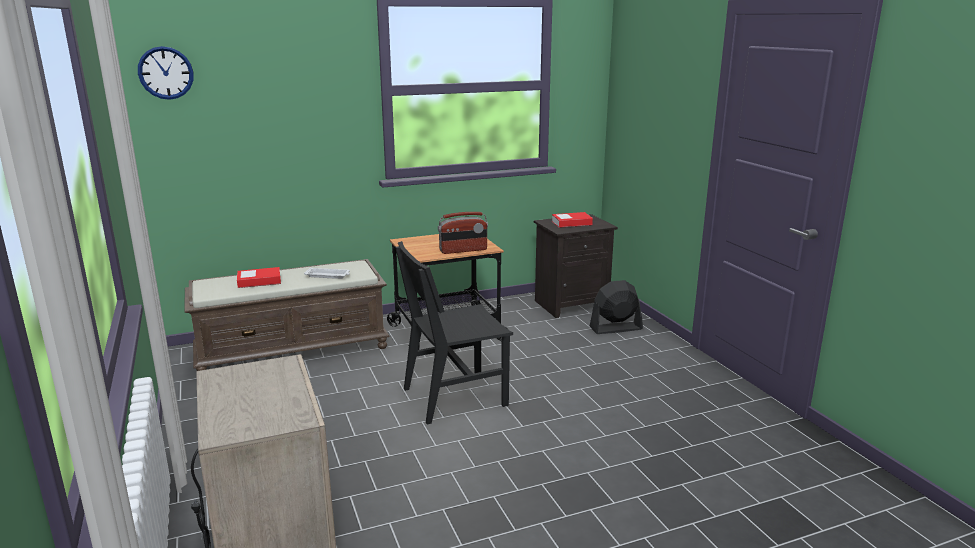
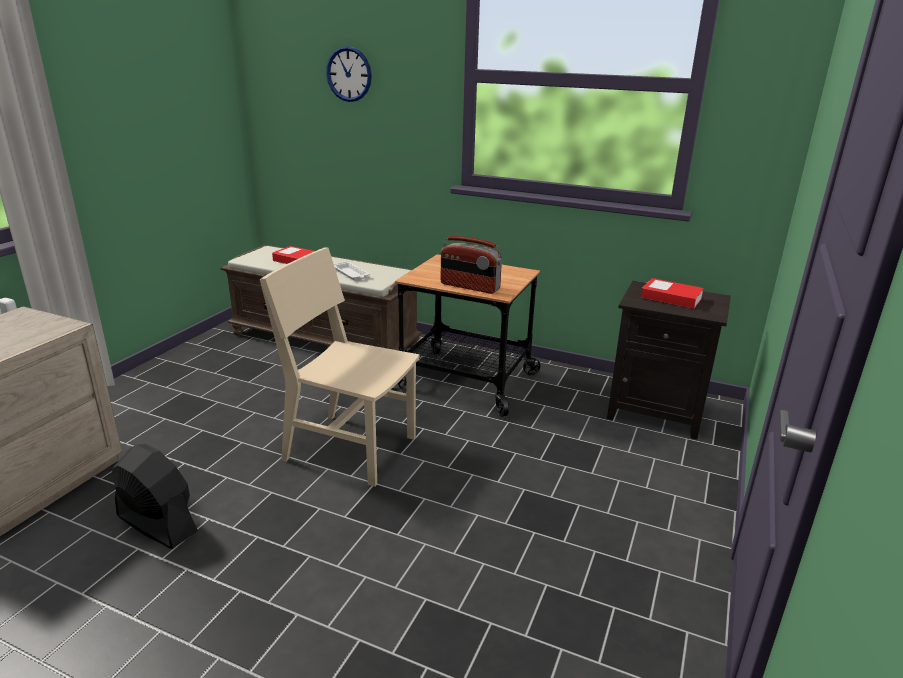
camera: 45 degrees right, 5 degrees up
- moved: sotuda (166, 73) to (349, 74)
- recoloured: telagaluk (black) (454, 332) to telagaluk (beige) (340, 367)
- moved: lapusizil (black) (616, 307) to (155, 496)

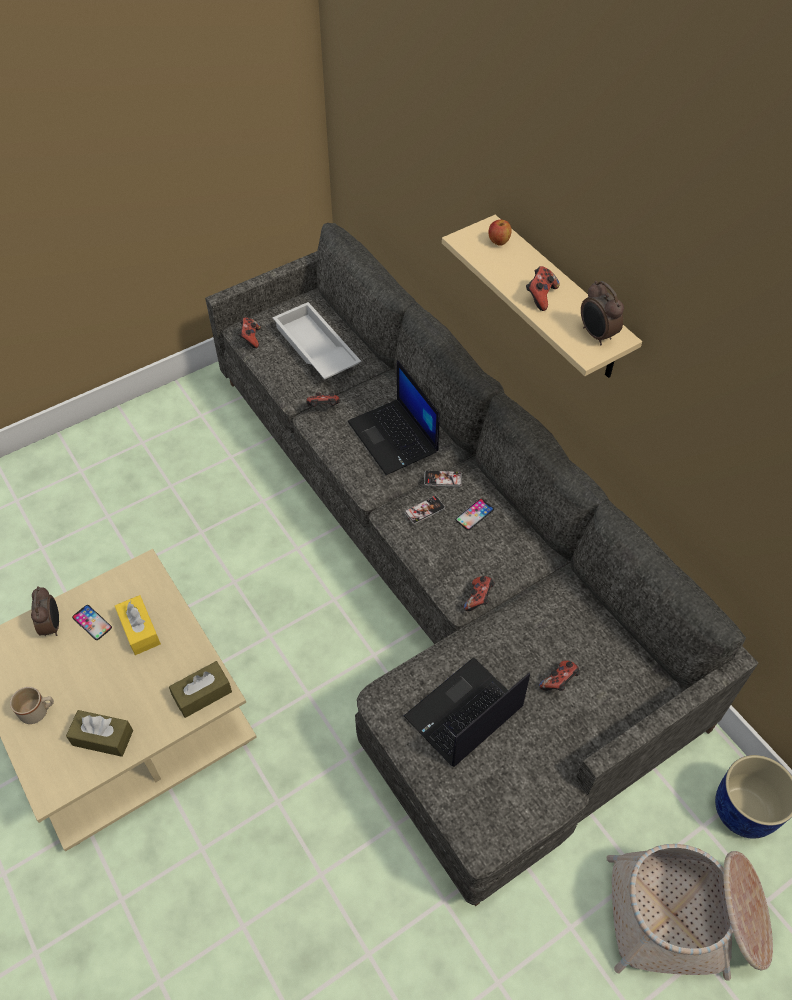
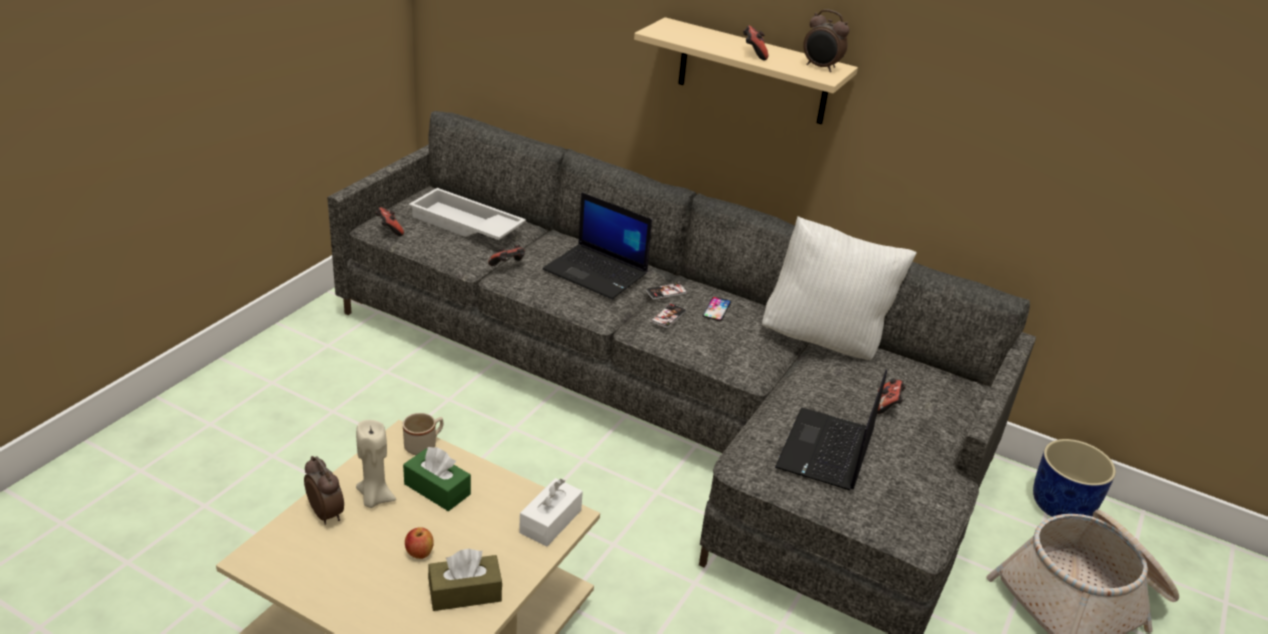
camera: 30 degrees left, 20 degrees down
- moved: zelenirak (500, 233) to (419, 543)
- removed: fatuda (479, 593)
- recoloured: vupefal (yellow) (138, 625) to vupefal (green) (437, 479)
- replaced: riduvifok (92, 622) to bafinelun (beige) (376, 464)
- recoloured: vupefal (brown) (200, 689) to vupefal (white) (551, 512)
- moved: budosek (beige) (32, 705) to (423, 434)
- added: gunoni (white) (839, 288)

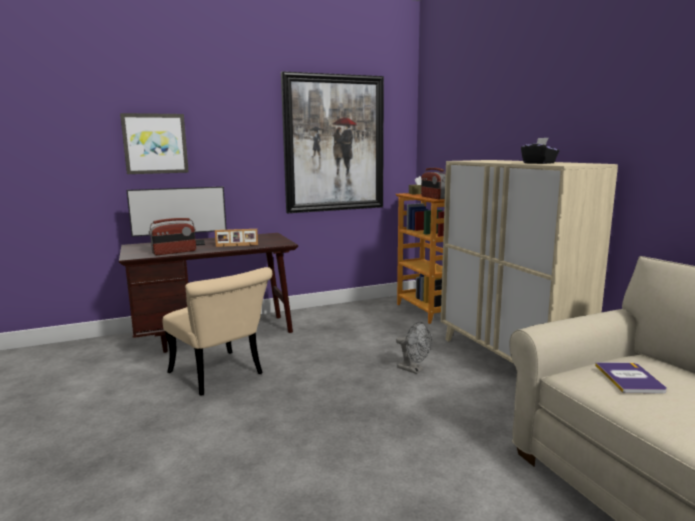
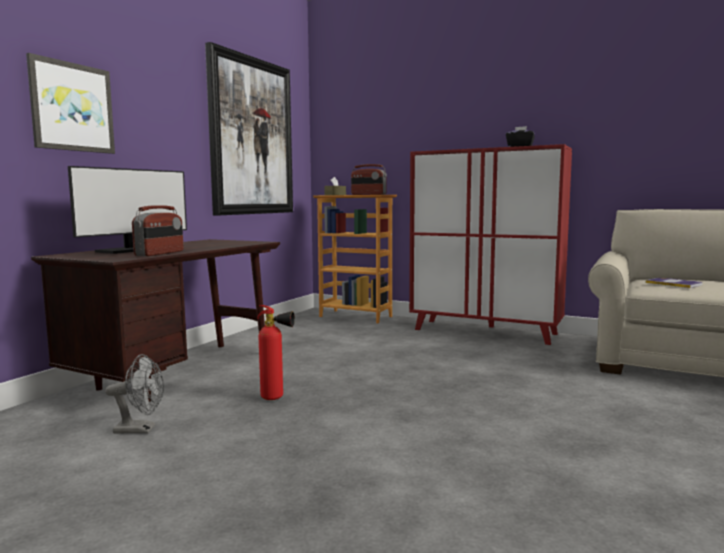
camera: 40 degrees left, 5 degrees down
- recoloured: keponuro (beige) (529, 262) to keponuro (red) (490, 244)
- removed: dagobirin (236, 238)
- replaced: telagaluk (beige) (217, 331) to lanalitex (276, 352)
- moved: lapusizil (grey) (414, 348) to (134, 394)

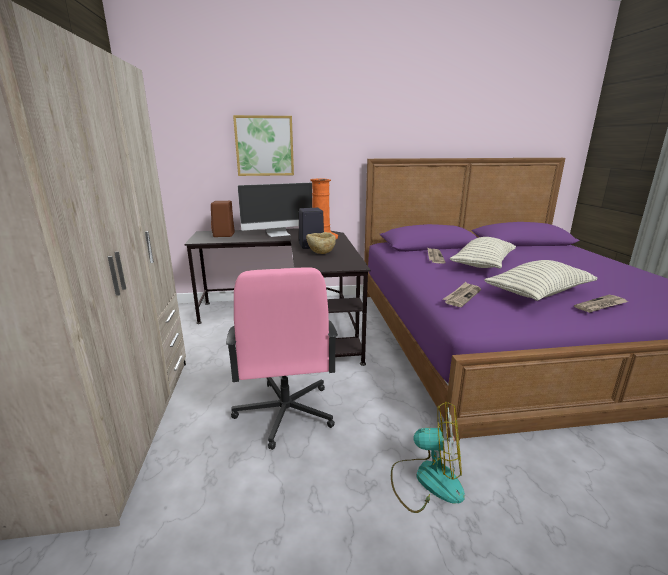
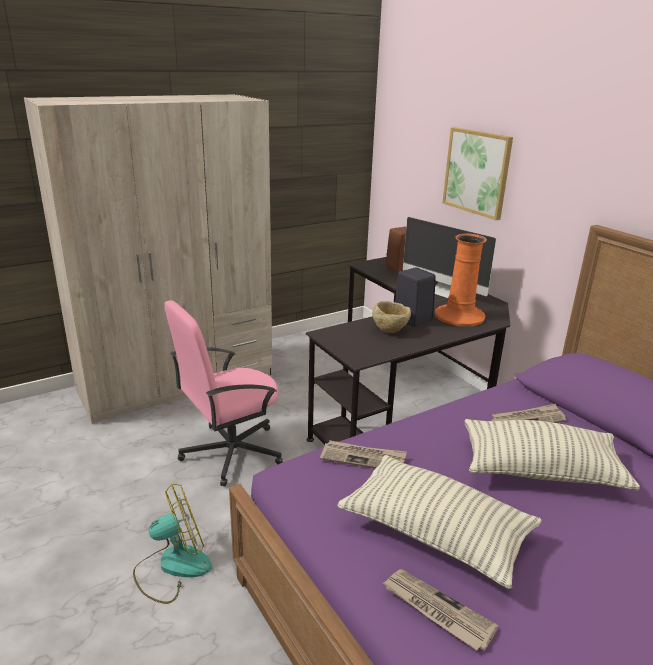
camera: 65 degrees right, 5 degrees up
- turned: lapusizil (428, 457) = (172, 544) 105 degrees counterclockwise

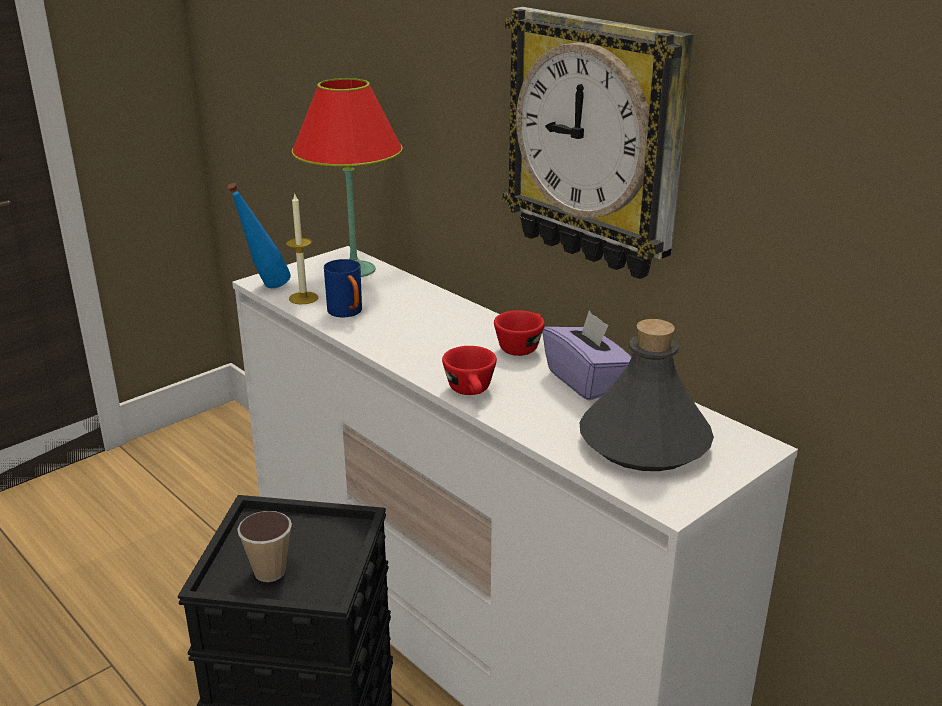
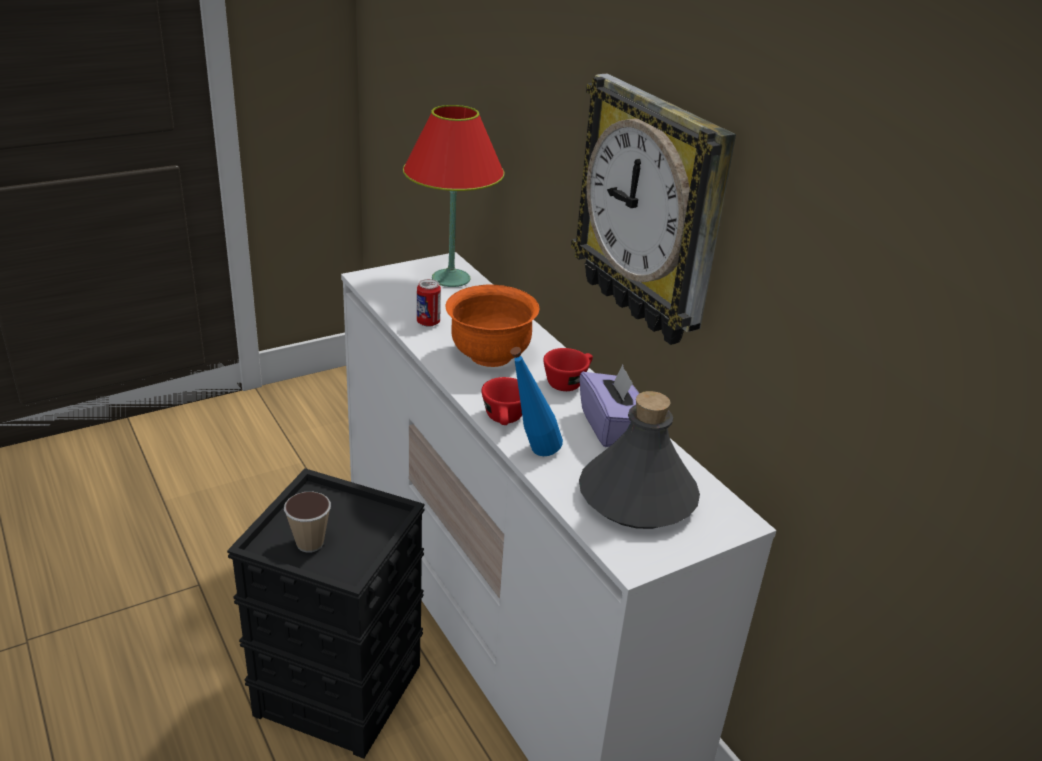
camera: 10 degrees right, 5 degrees up
- moved: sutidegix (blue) (259, 235) to (536, 401)
- removed: bafinelun (302, 249)
- replaced: budosek (blue) (343, 288) to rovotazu (429, 303)
- added: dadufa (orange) (492, 326)

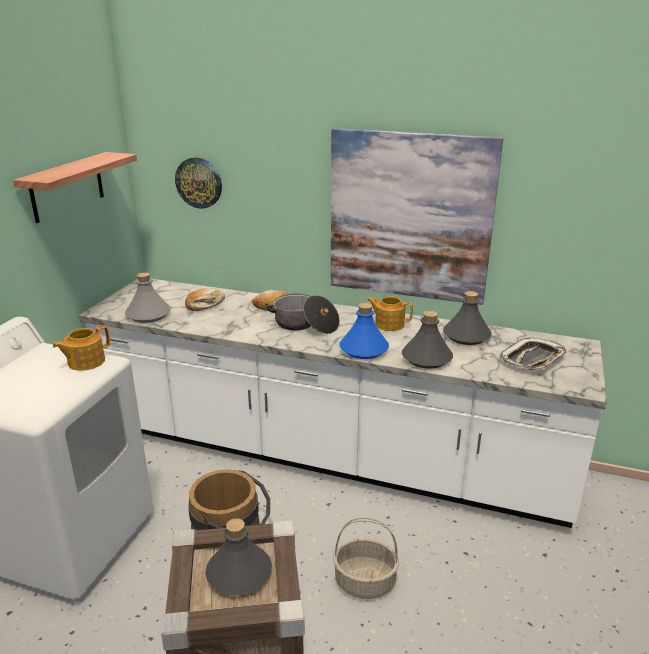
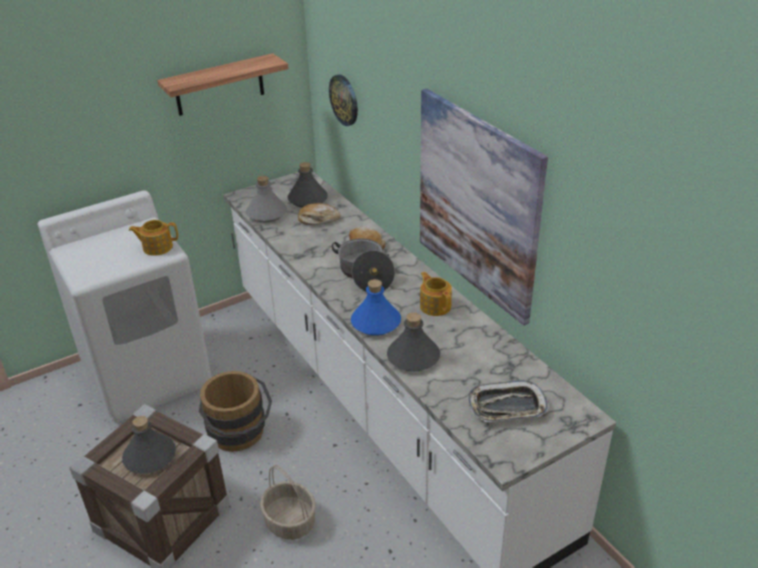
camera: 40 degrees right, 10 degrees up
- moved: sutidegix (grey) (467, 318) to (307, 185)

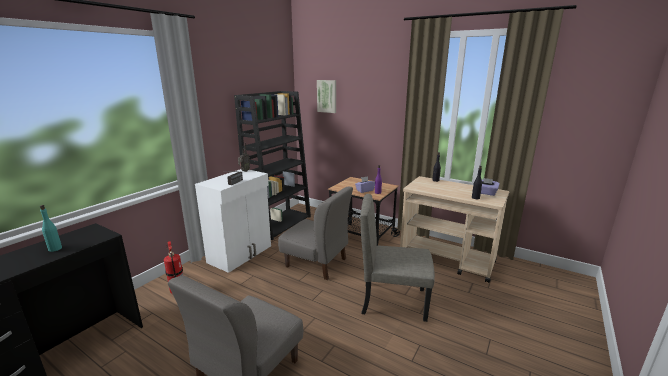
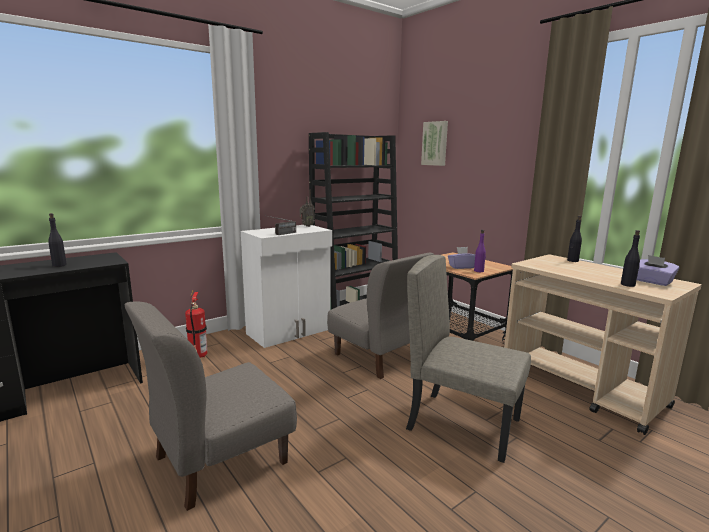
camera: 20 degrees right, 5 degrees down
- recoloured: sutidegix (turquoise) (51, 228) to sutidegix (black) (57, 240)

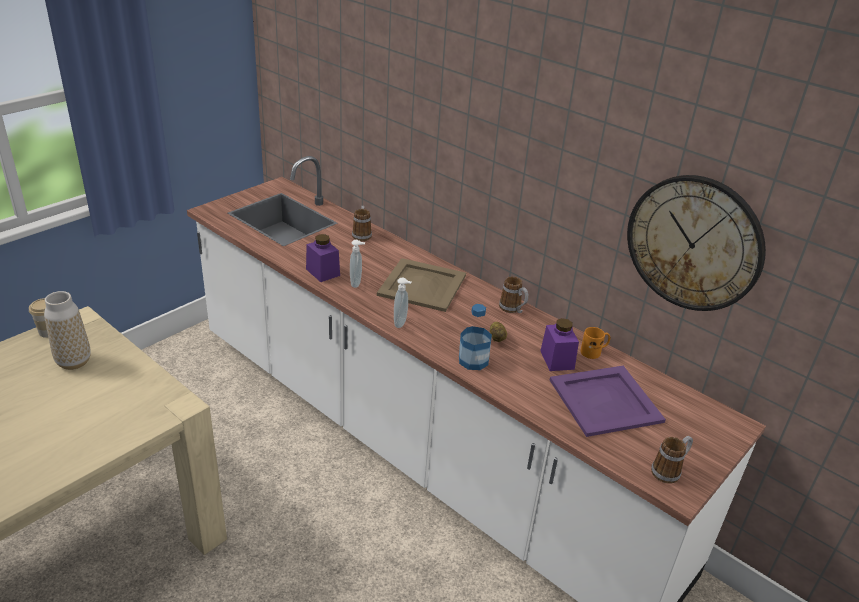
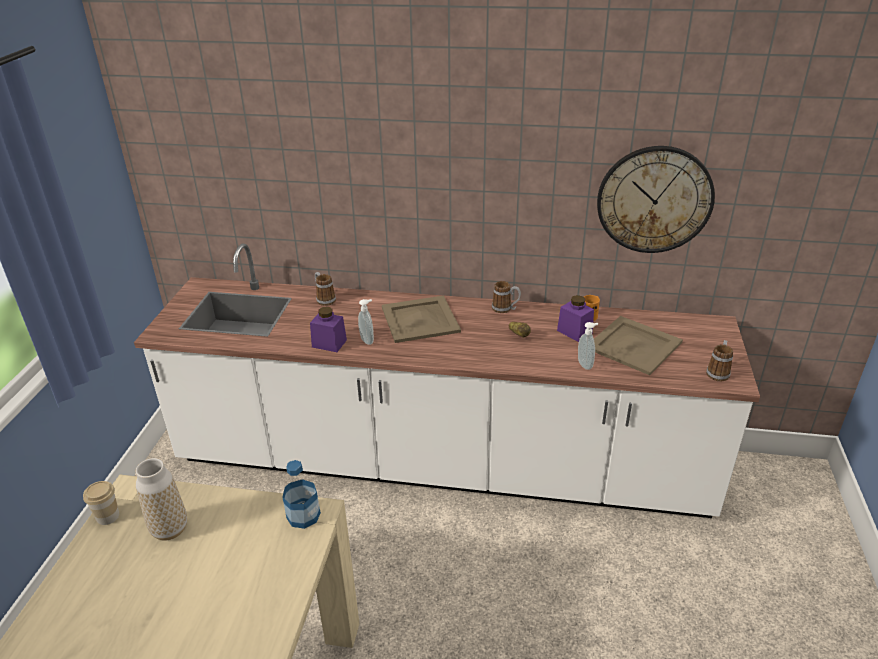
camera: 30 degrees left, 0 degrees up
- moved: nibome (403, 303) to (588, 346)
- moved: sutidegix (475, 337) to (301, 494)
- recoloured: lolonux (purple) (608, 401) to lolonux (beige) (638, 345)

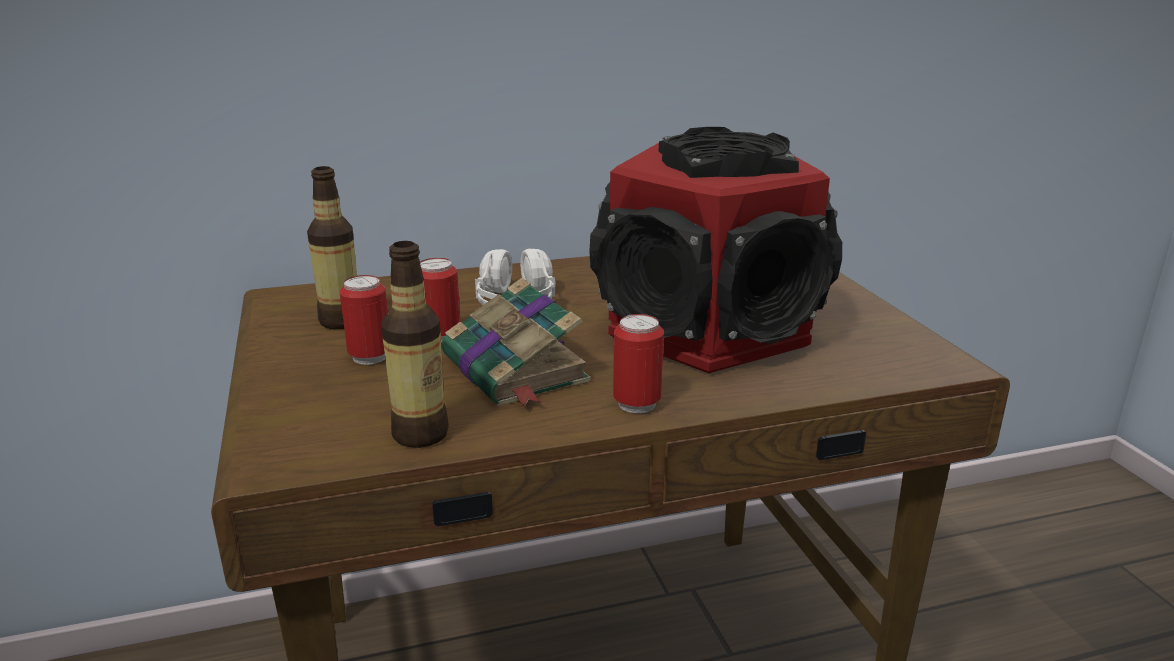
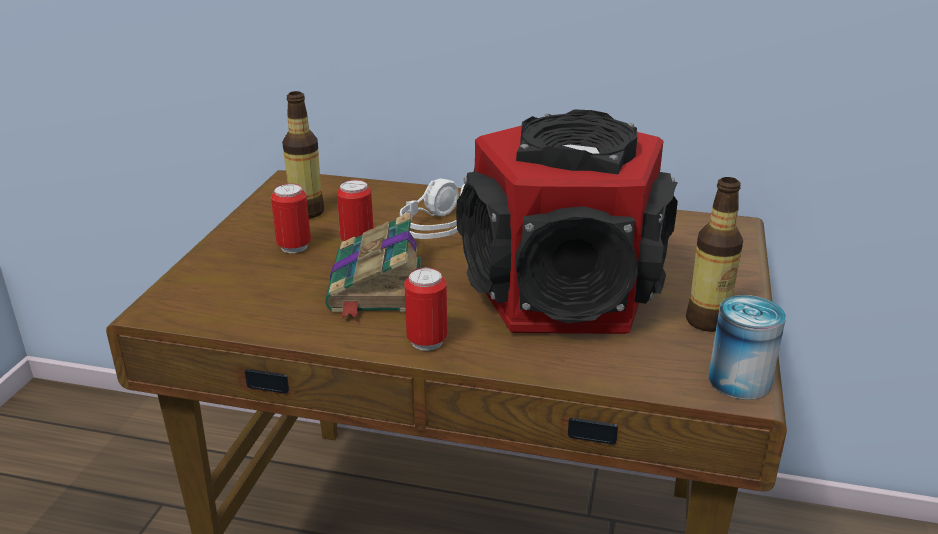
camera: 30 degrees right, 5 degrees up
- moved: sutidegix (415, 344) to (714, 254)
- added: rovotazu (747, 347)

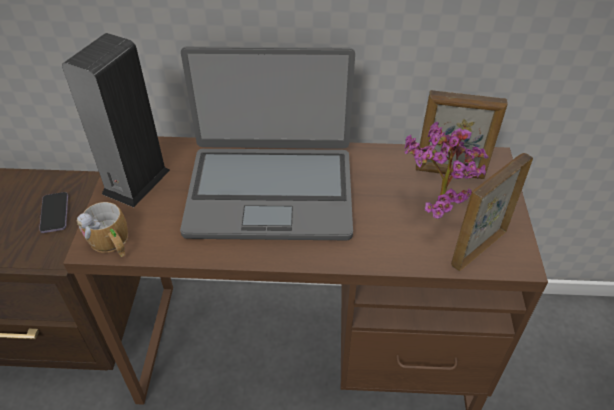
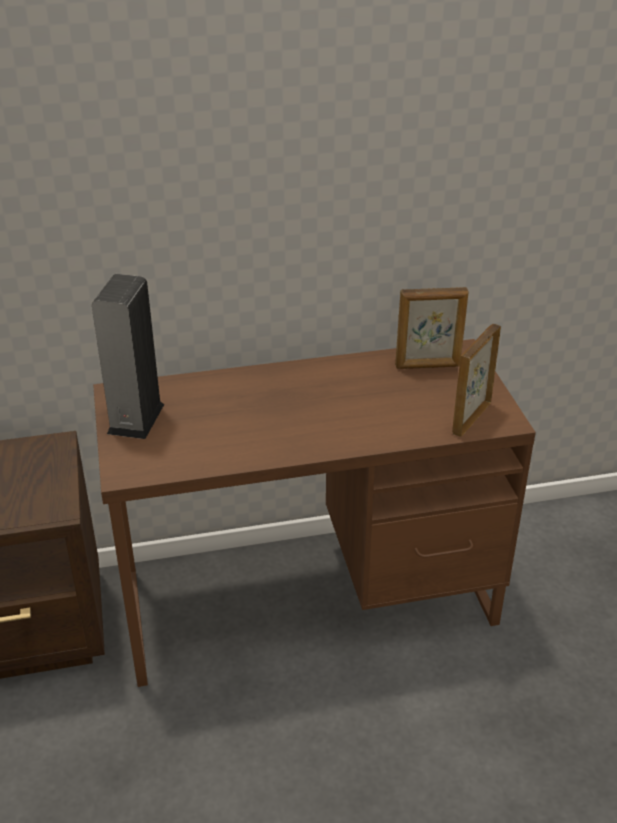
camera: 15 degrees left, 10 degrees down
- removed: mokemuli (267, 143)
- removed: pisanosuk (446, 170)
- removed: riduvifok (53, 212)
- removed: budosek (102, 229)

